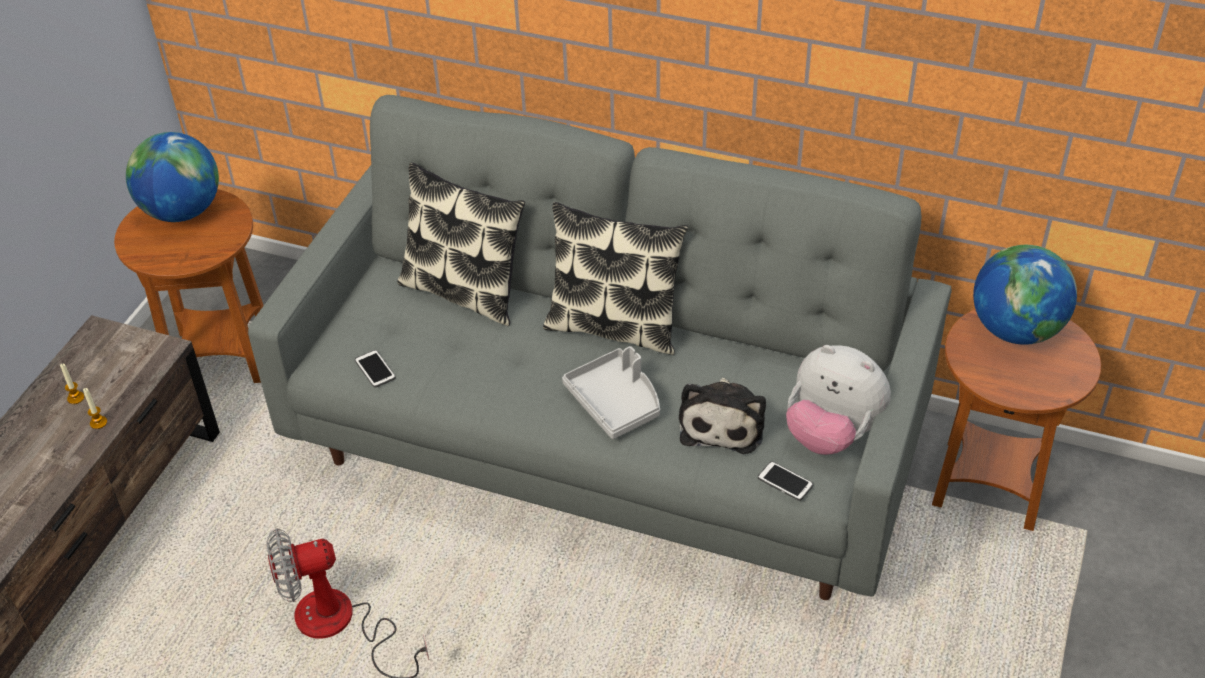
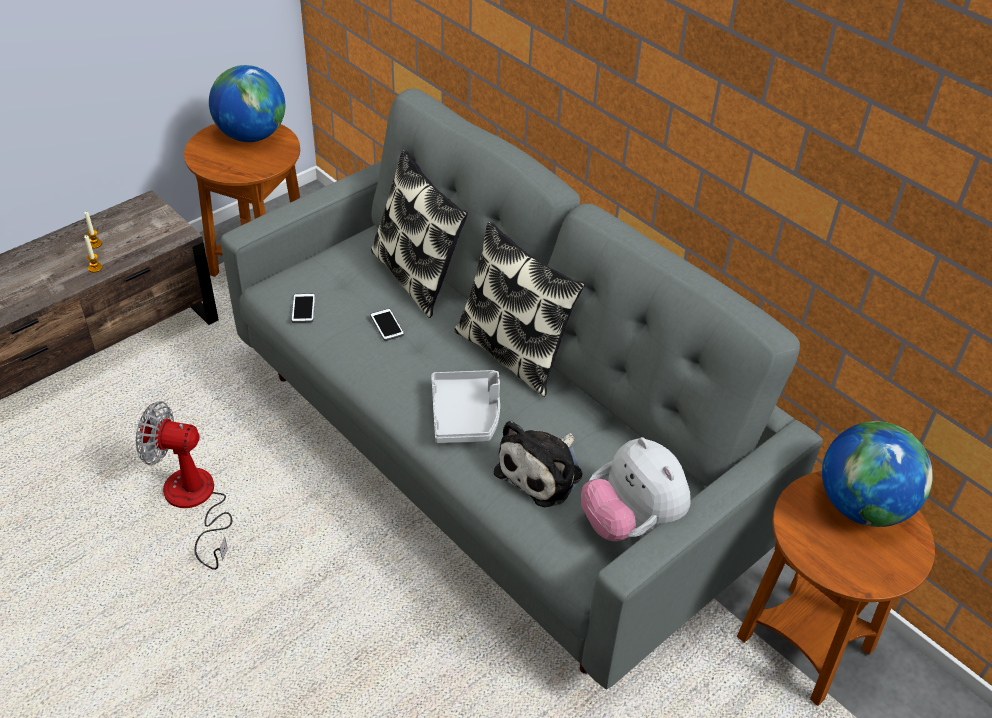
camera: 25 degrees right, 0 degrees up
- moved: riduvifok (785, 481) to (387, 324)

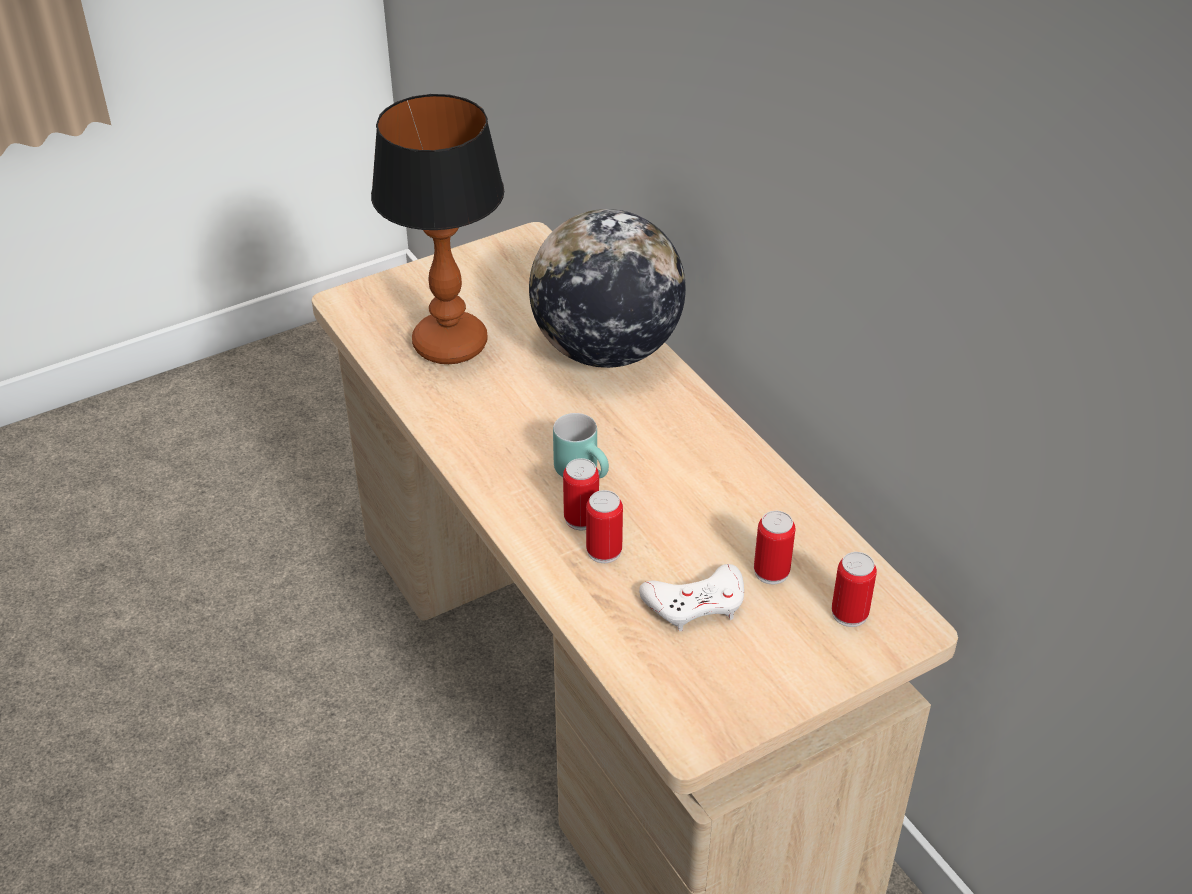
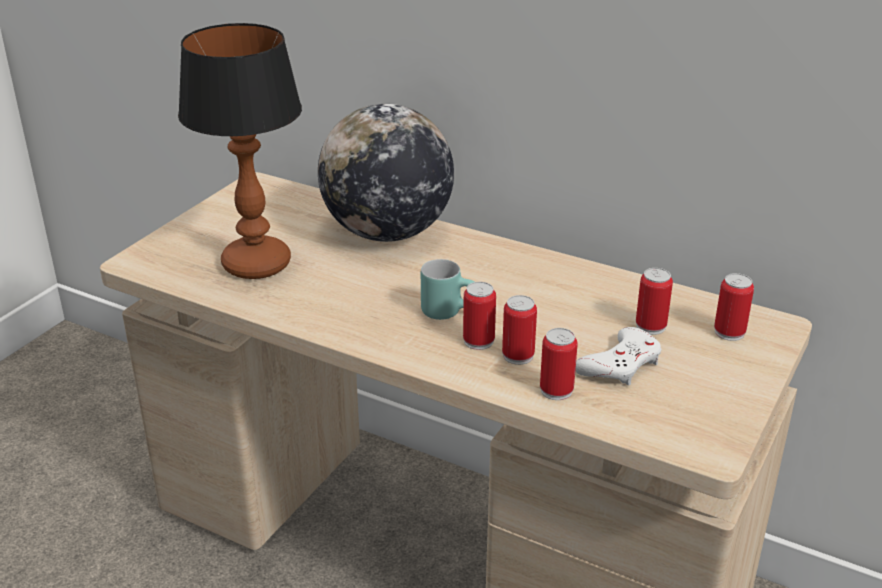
camera: 30 degrees left, 10 degrees down
- added: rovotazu (559, 364)

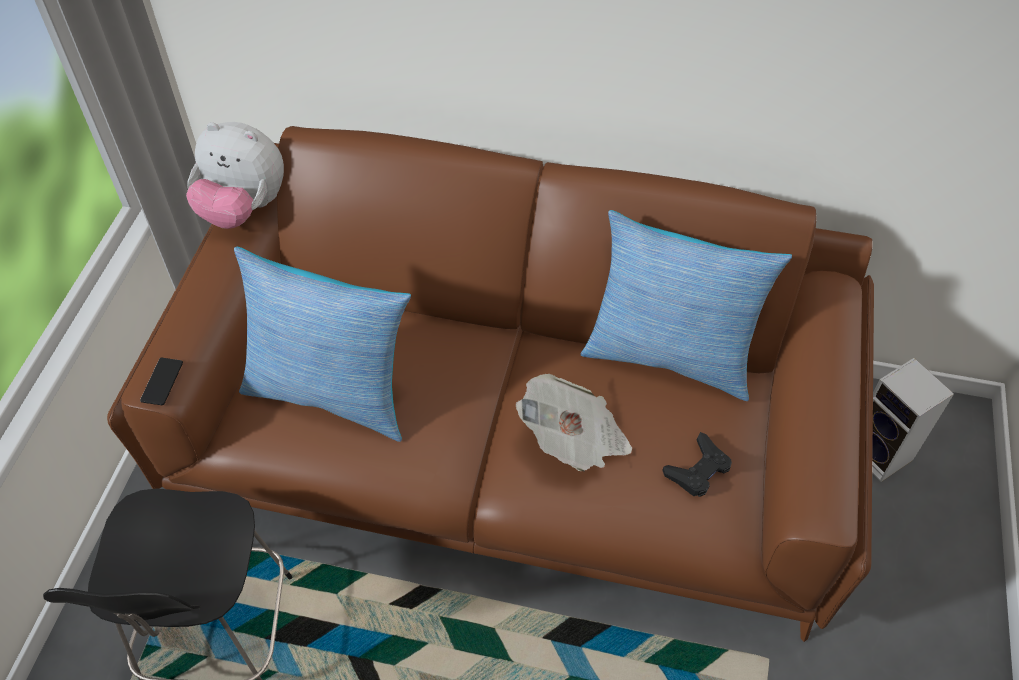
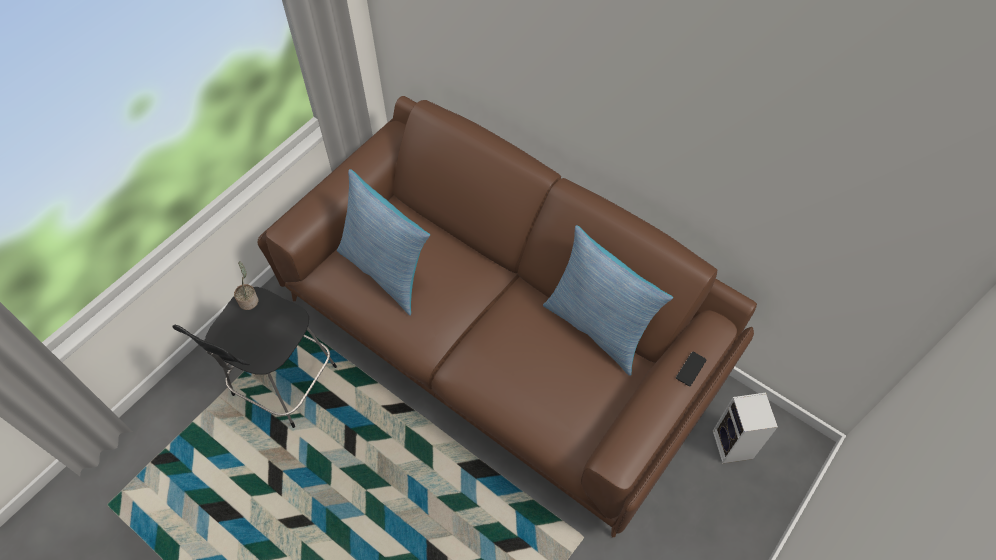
camera: 25 degrees right, 5 degrees up
- removed: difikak (235, 175)
- moved: riduvifok (161, 381) to (691, 369)
- removed: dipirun (574, 423)
- removed: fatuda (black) (697, 464)
- added: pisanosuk (246, 285)

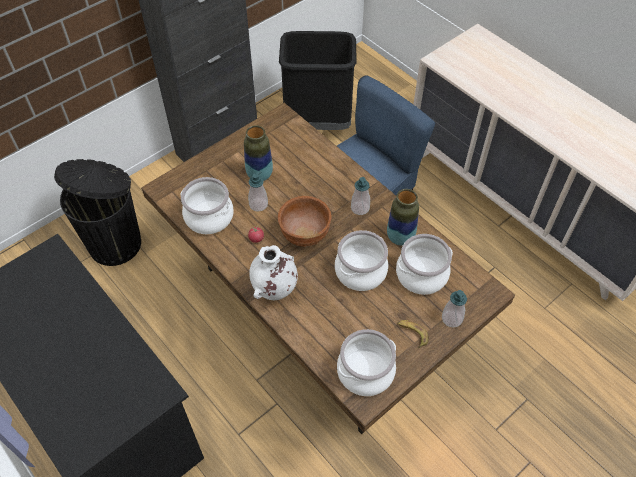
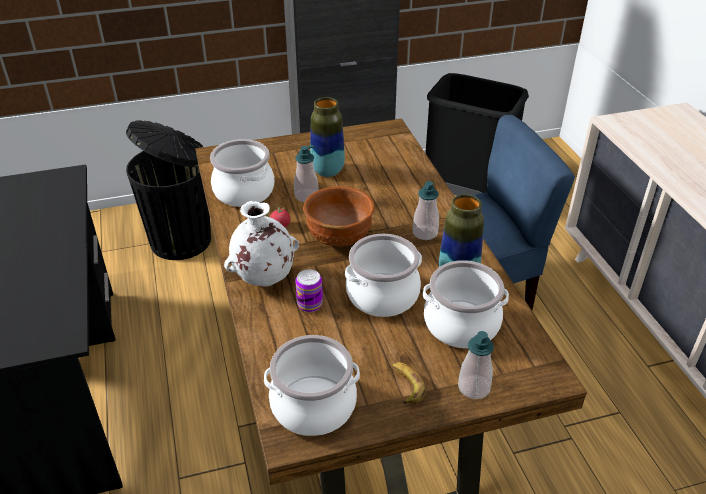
camera: 25 degrees right, 15 degrees down
- added: rovotazu (309, 290)

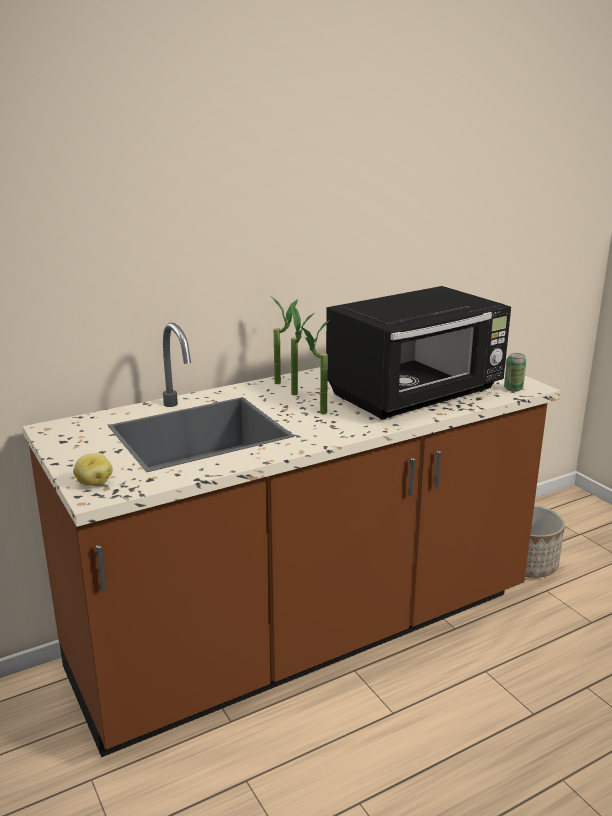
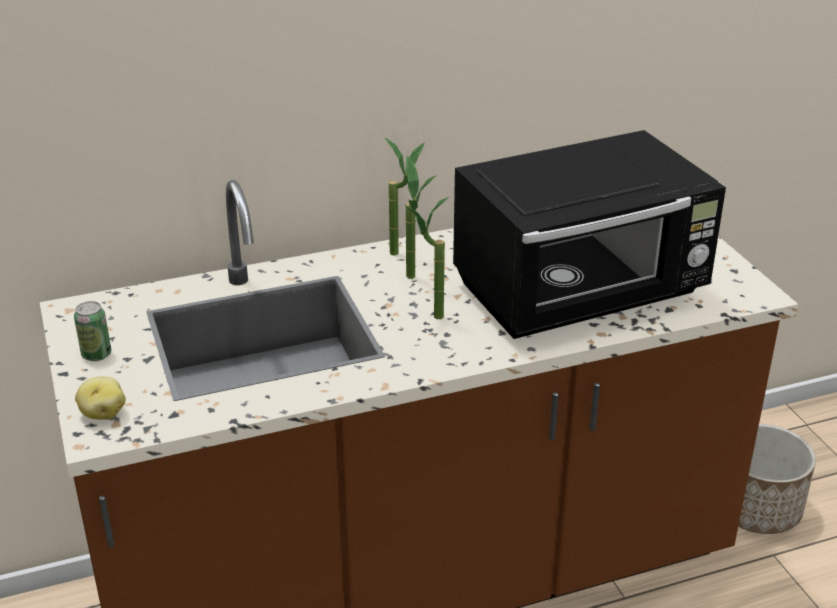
camera: 10 degrees right, 10 degrees up
- moved: rovotazu (515, 372) to (92, 331)

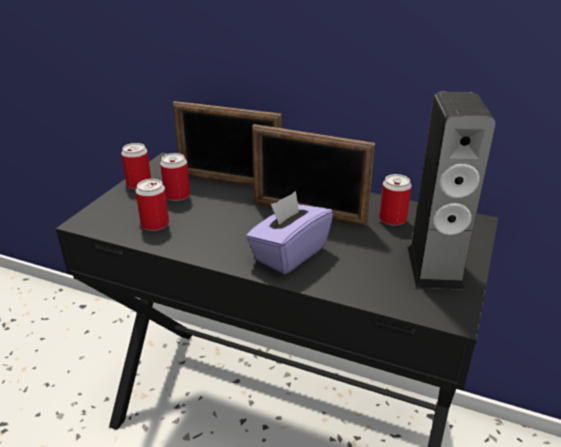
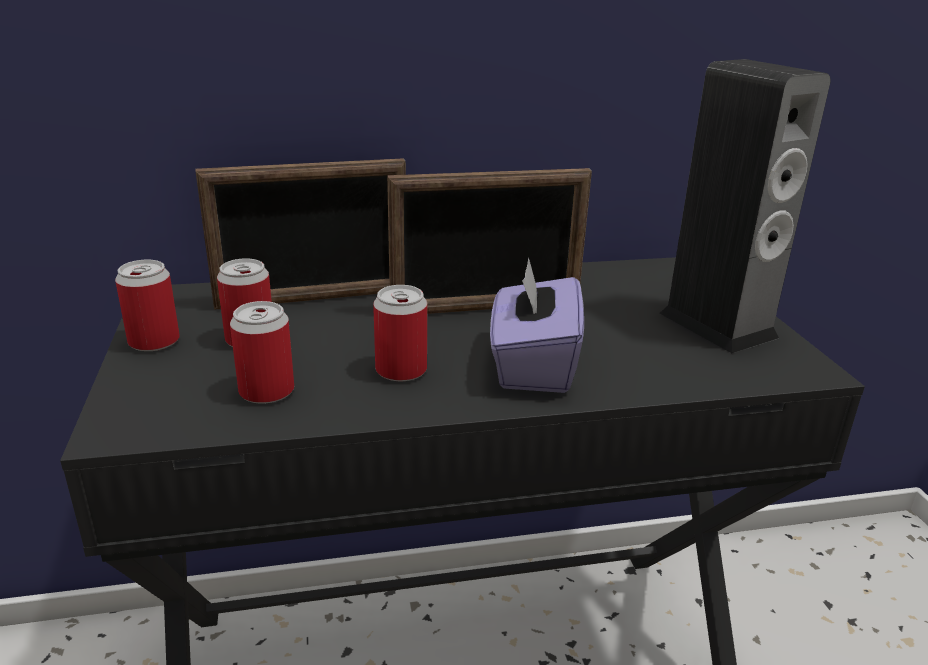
camera: 35 degrees left, 5 degrees down
- moved: rovotazu (395, 199) to (400, 333)

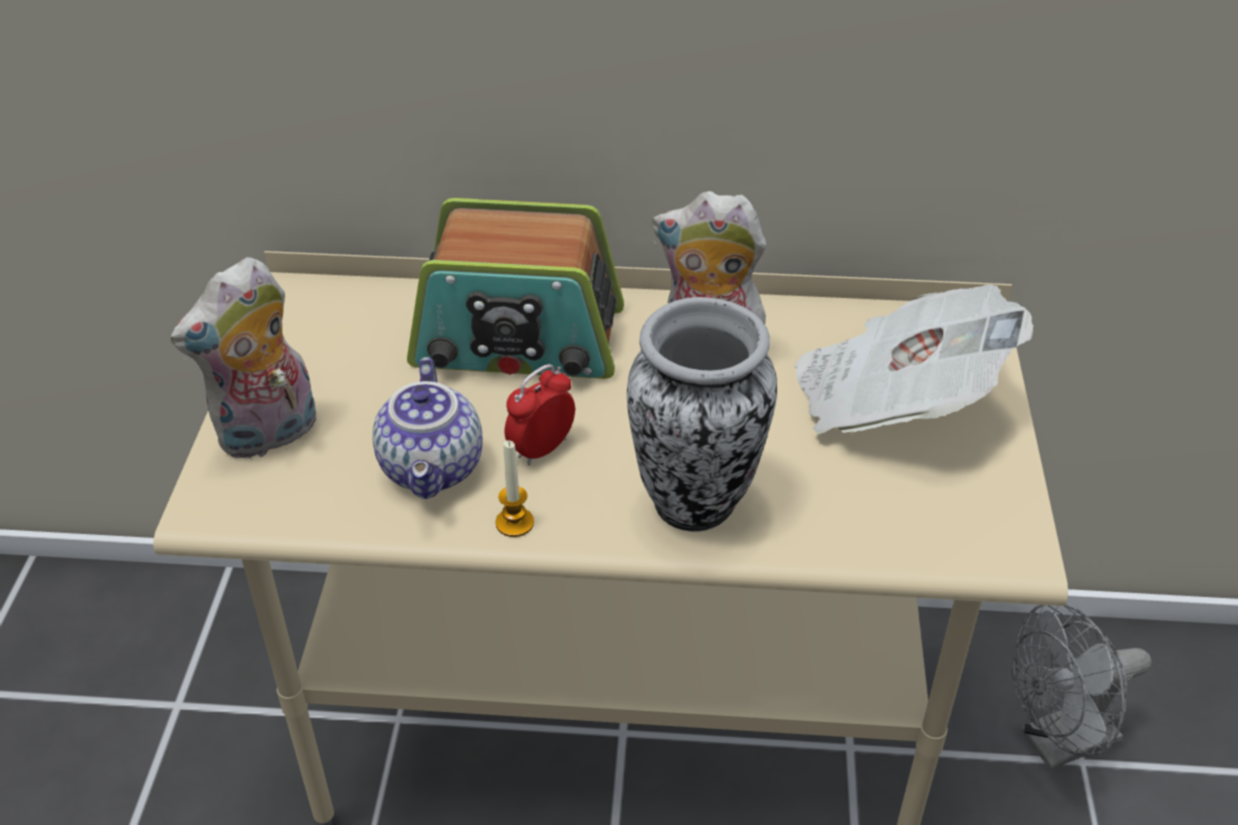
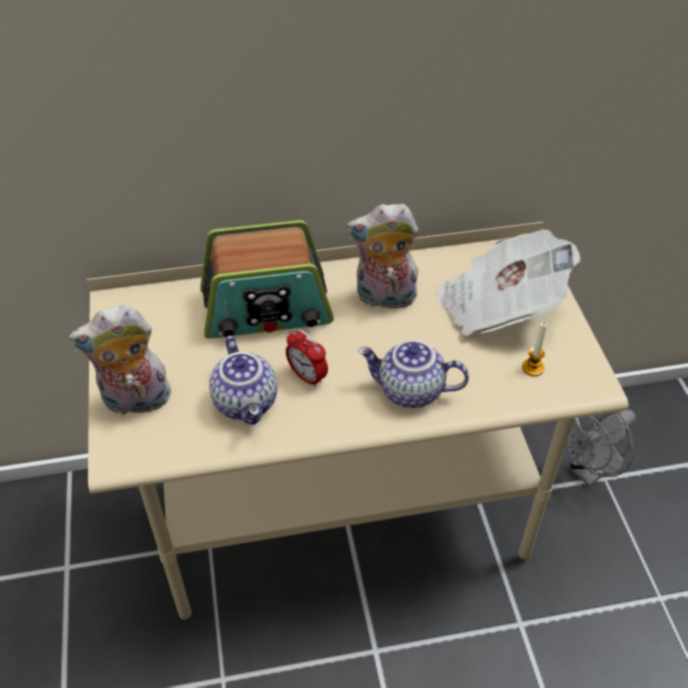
camera: 15 degrees left, 5 degrees up
- turned: difikak (243, 357) = (120, 360) 45 degrees clockwise
- replaced: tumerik (702, 414) to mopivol (413, 374)
- turned: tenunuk (540, 414) = (307, 358) 75 degrees counterclockwise
- moved: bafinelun (515, 488) to (534, 349)

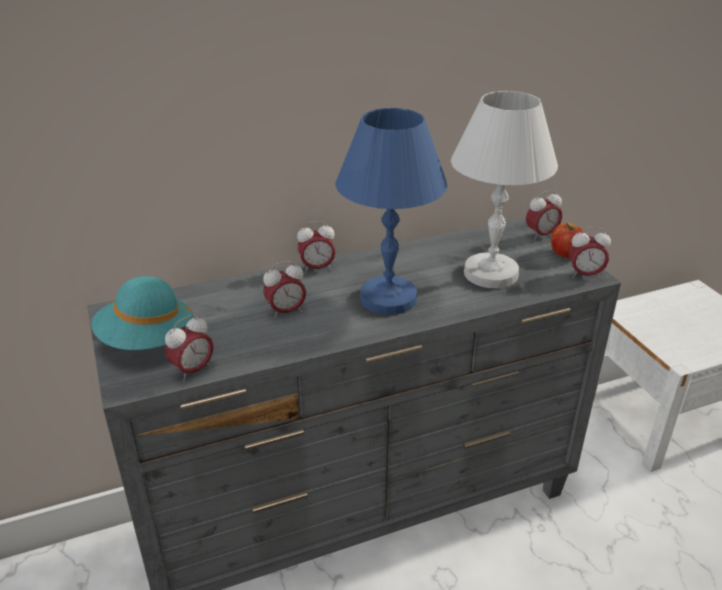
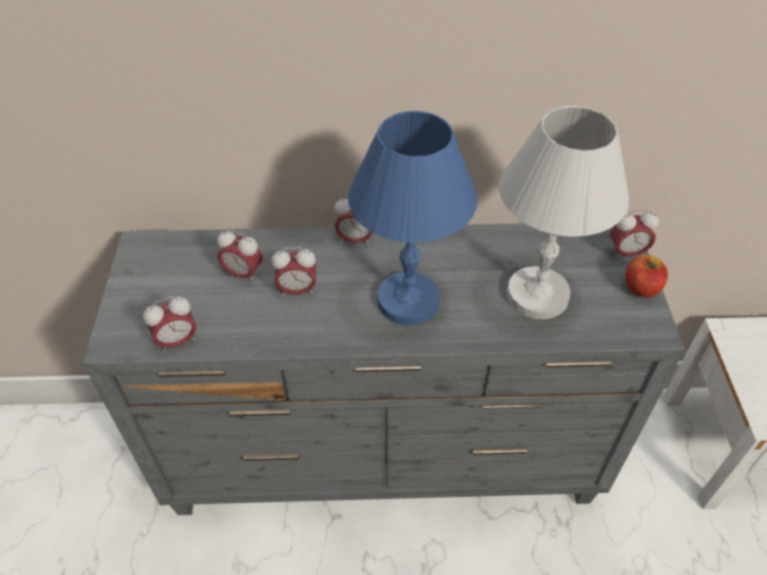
camera: 20 degrees right, 15 degrees up
- moved: tenunuk (590, 253) to (240, 256)
- removed: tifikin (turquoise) (142, 313)

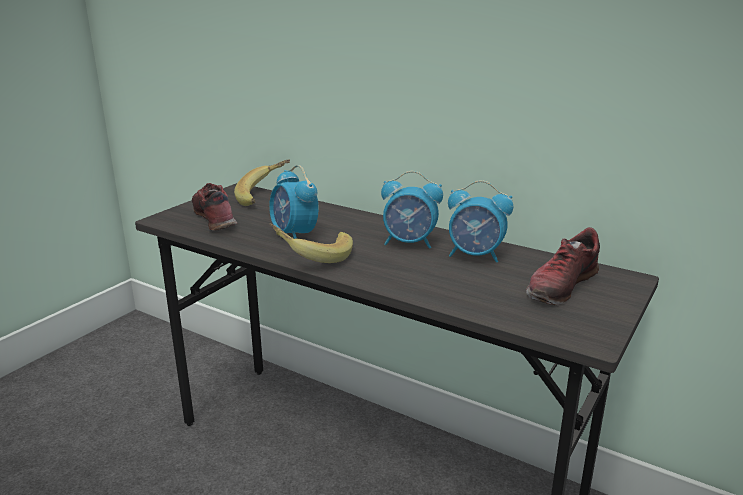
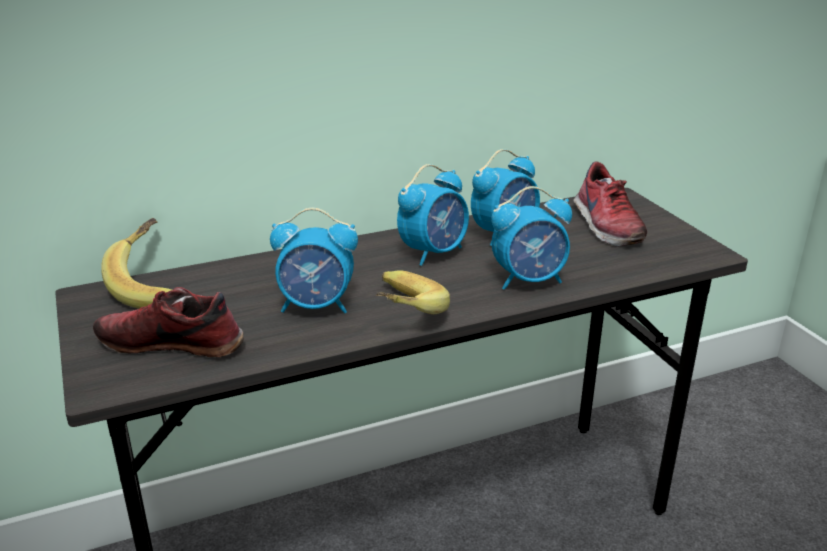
camera: 55 degrees left, 5 degrees up
- added: tenunuk (531, 238)

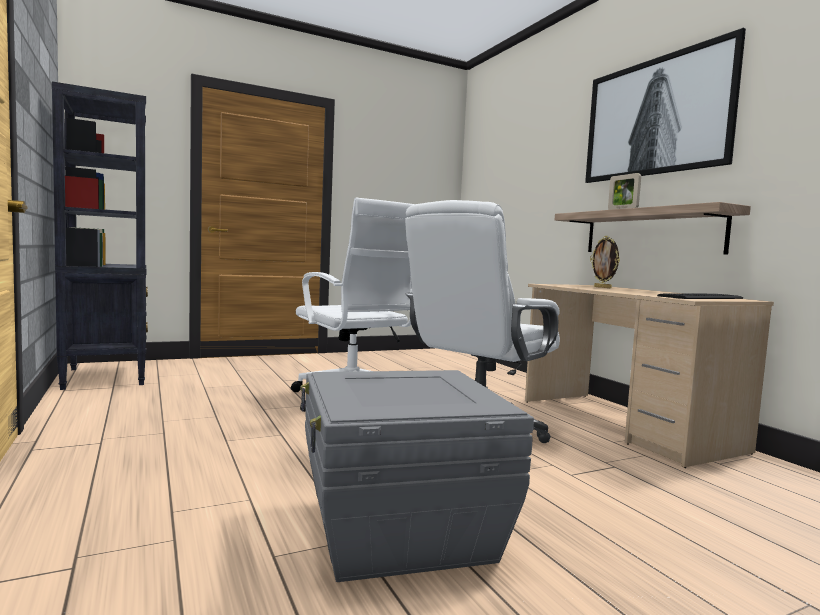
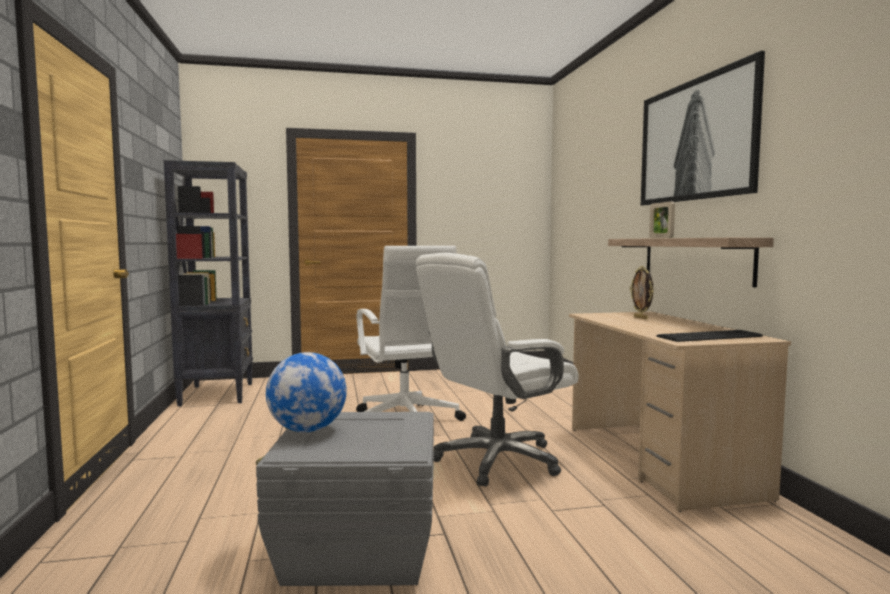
camera: 15 degrees right, 0 degrees up
- added: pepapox (306, 392)

